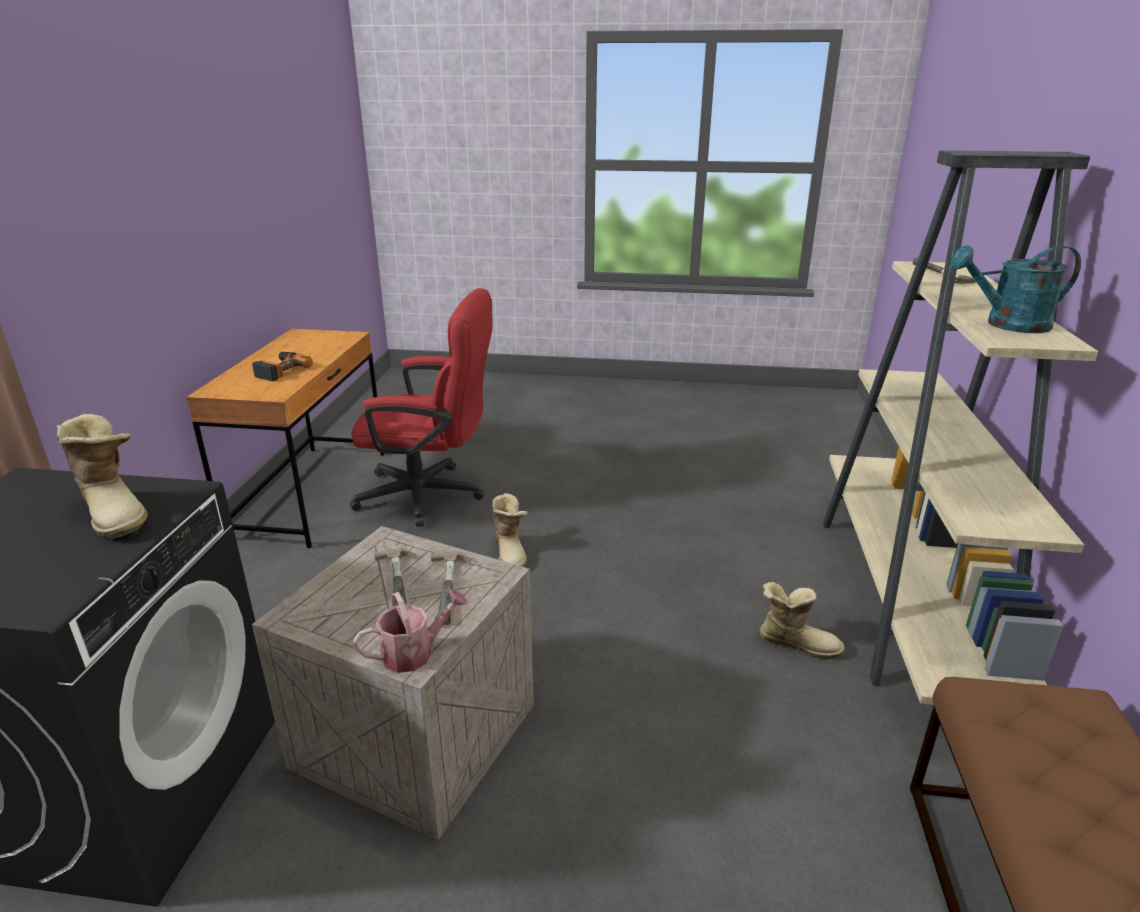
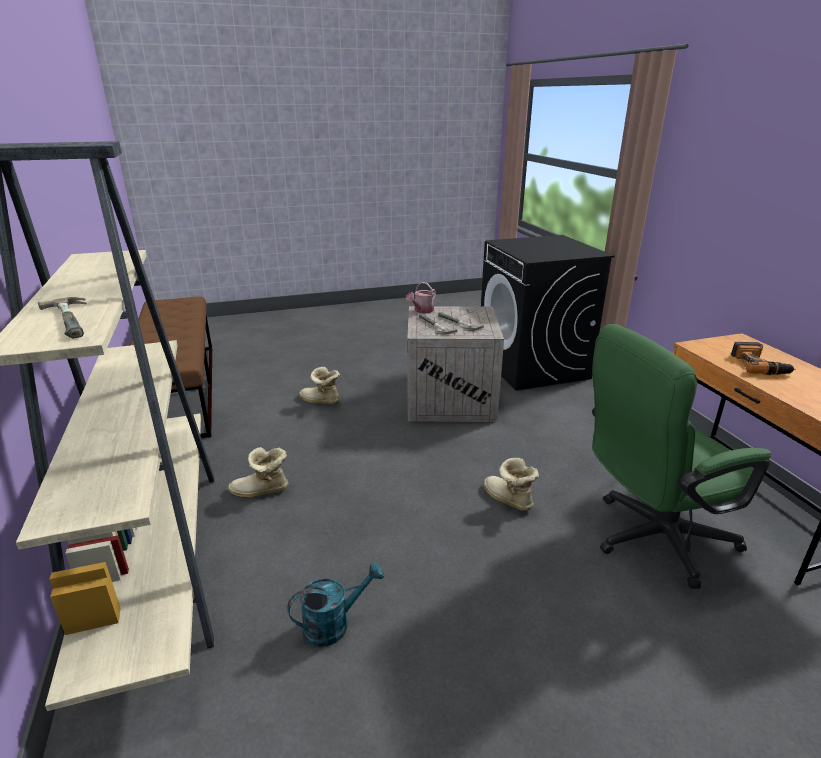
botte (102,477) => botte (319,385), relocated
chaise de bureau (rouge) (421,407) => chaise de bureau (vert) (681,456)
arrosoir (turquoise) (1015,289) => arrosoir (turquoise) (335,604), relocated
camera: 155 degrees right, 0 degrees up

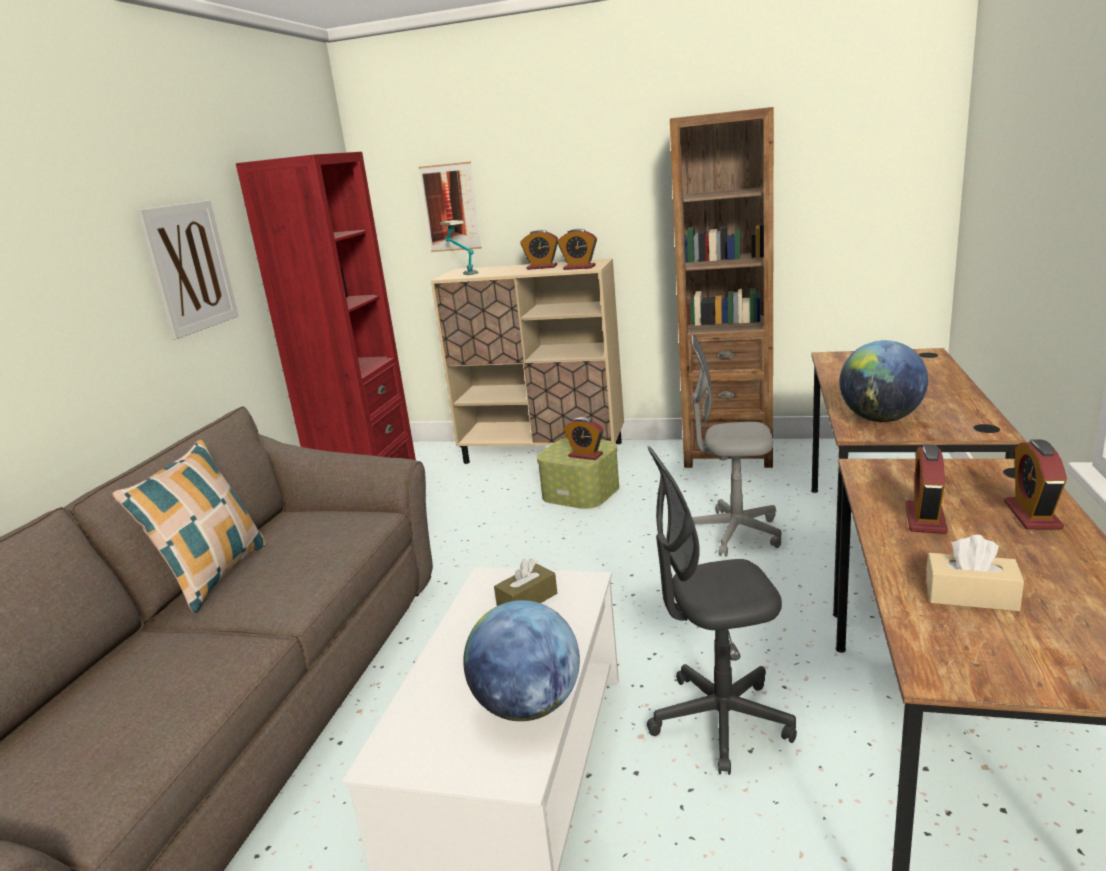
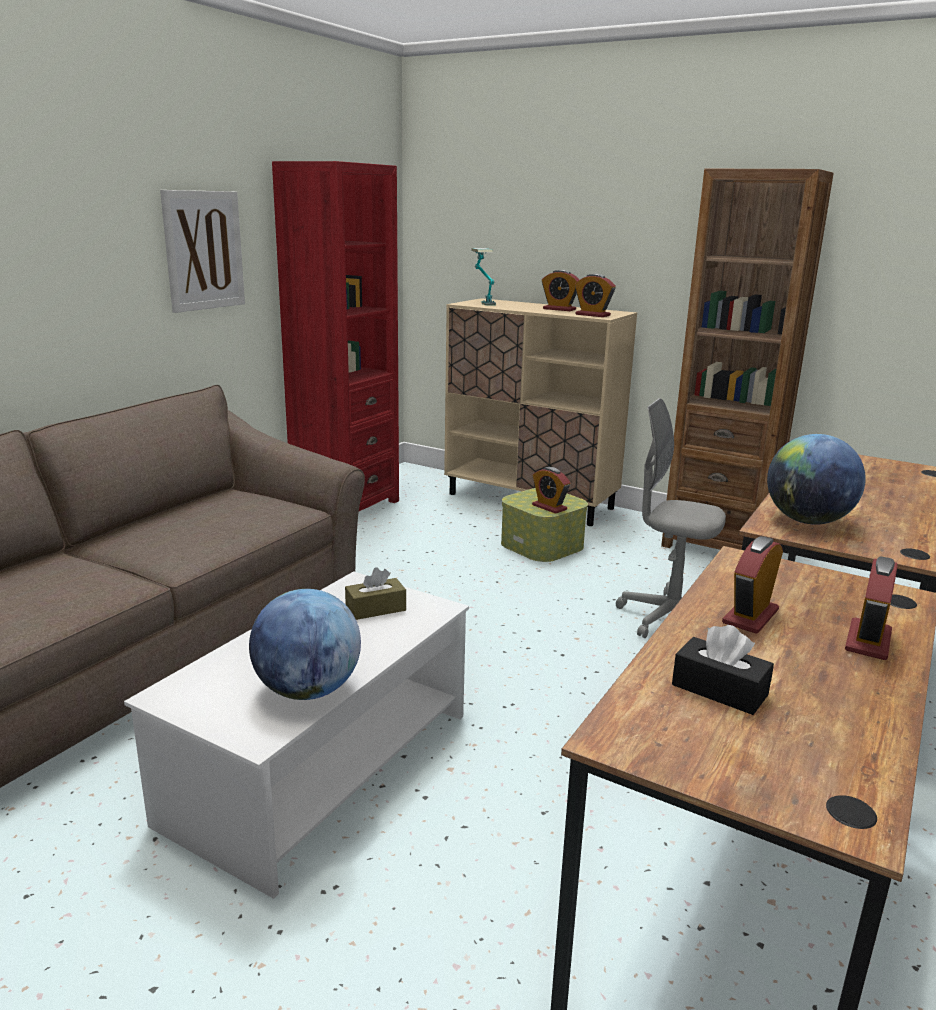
coussin (189,526) => nothing
tableau (450,207) => nothing
chaise de bureau (gris) (722,610) => nothing
boîte à mouchoirs (beige) (975,573) => boîte à mouchoirs (noir) (723,670)
camera: 15 degrees right, 0 degrees up

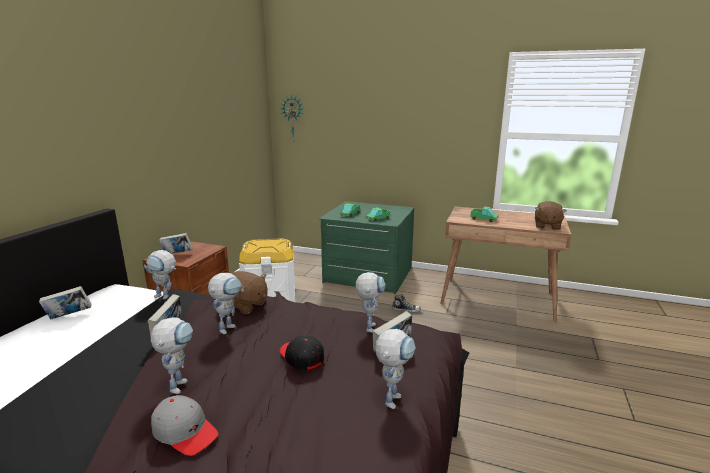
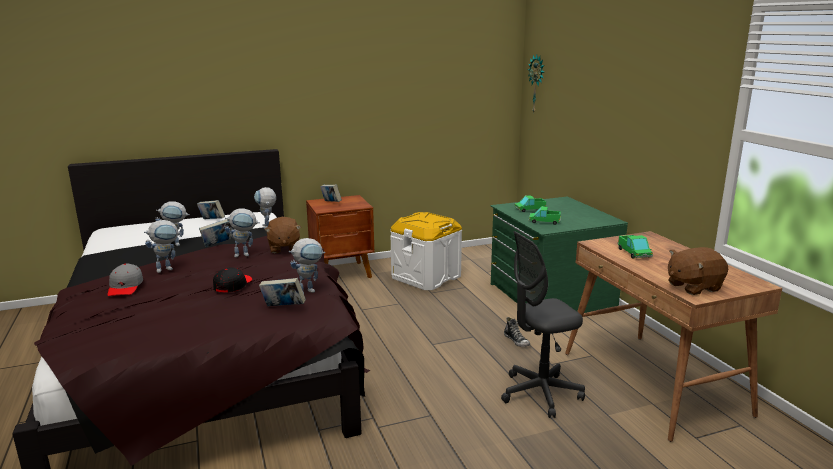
robot jouet (395,369) => robot jouet (173,223), relocated
nothing => chaise de bureau (gris) (543,324)
camera: 50 degrees right, 0 degrees up

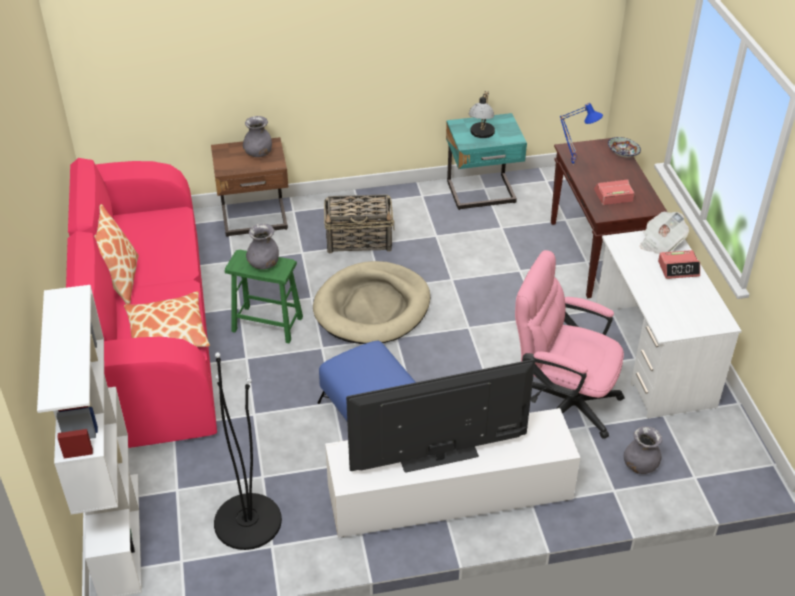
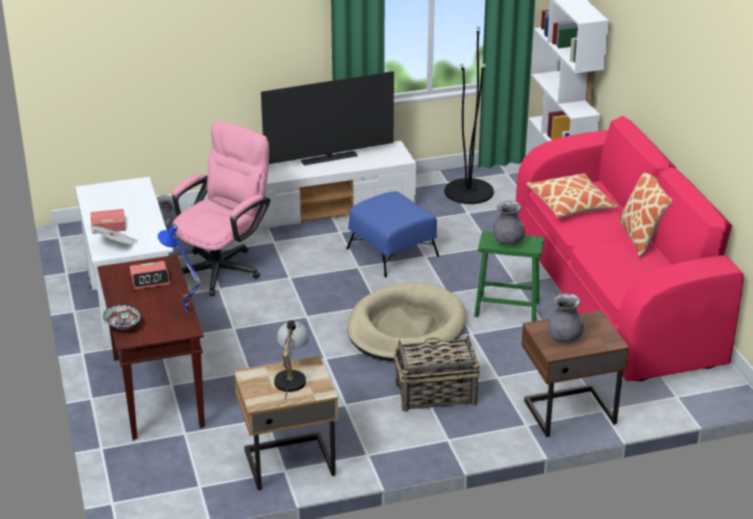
table de chevet (turquoise) (486,161) => table de chevet (beige) (286,423)
chaise de bureau (rose) (570,344) => chaise de bureau (rose) (221,208), 75 degrees counterclockwise
camera: 175 degrees right, 10 degrees down

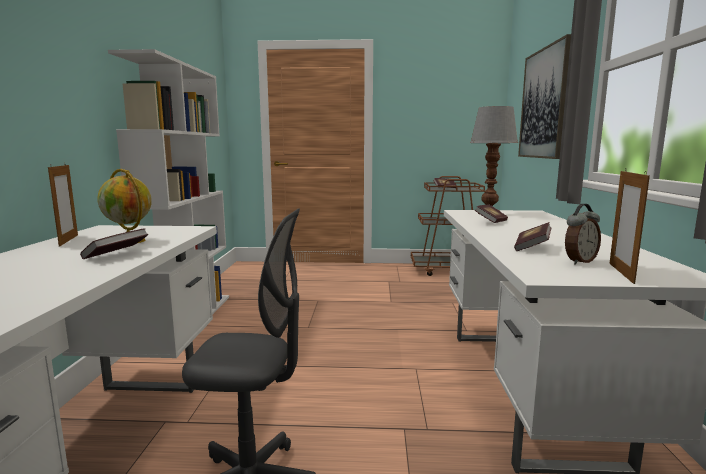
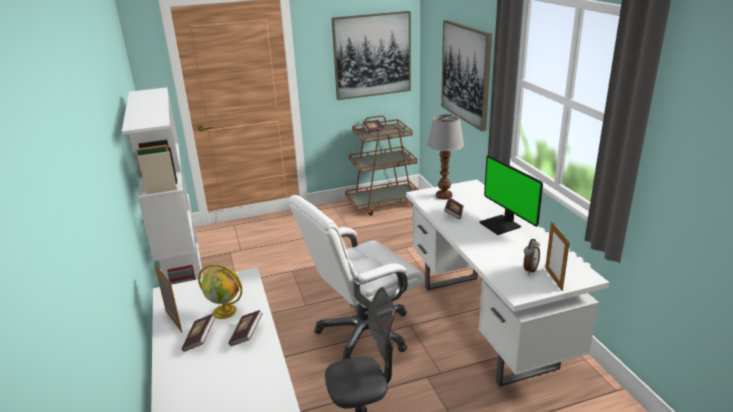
livre (532,236) => livre (198,333), relocated
nothing => chaise de bureau (blanc) (357,277)
nothing => tableau (371,55)
nothing => écran d'ordinateur (511,195)
camera: 20 degrees left, 15 degrees up

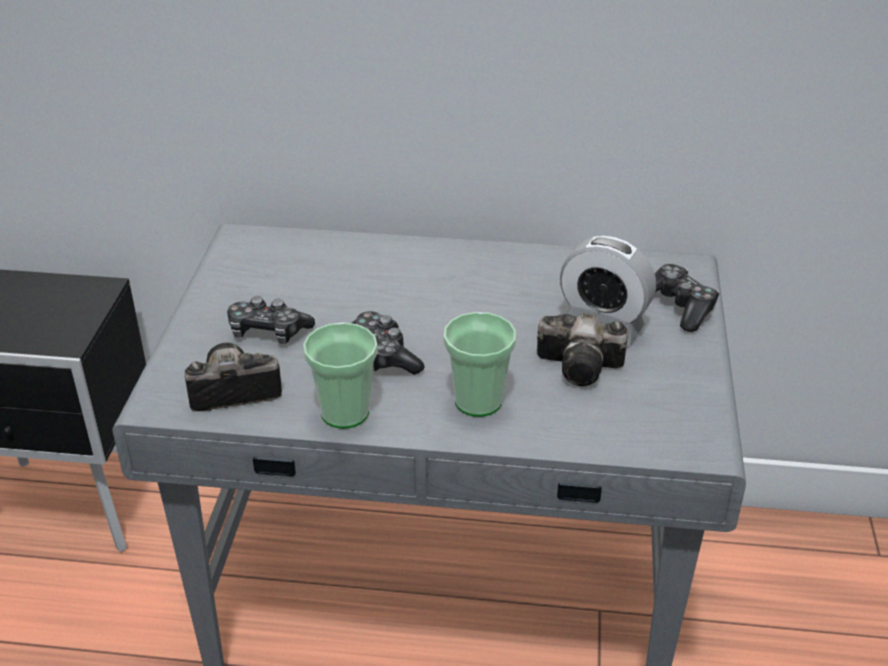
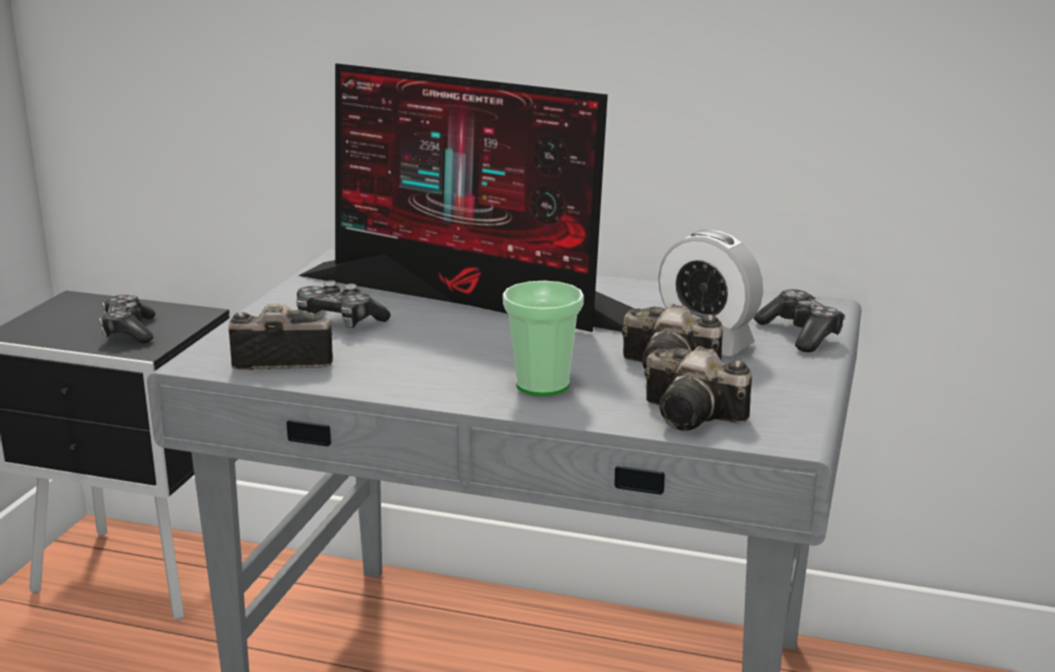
tasse (340,375) => nothing
manette (388,343) => manette (127,319), relocated
nothing => écran d'ordinateur (466,197)
nothing => appareil photo (698,388)
camera: 10 degrees right, 15 degrees down

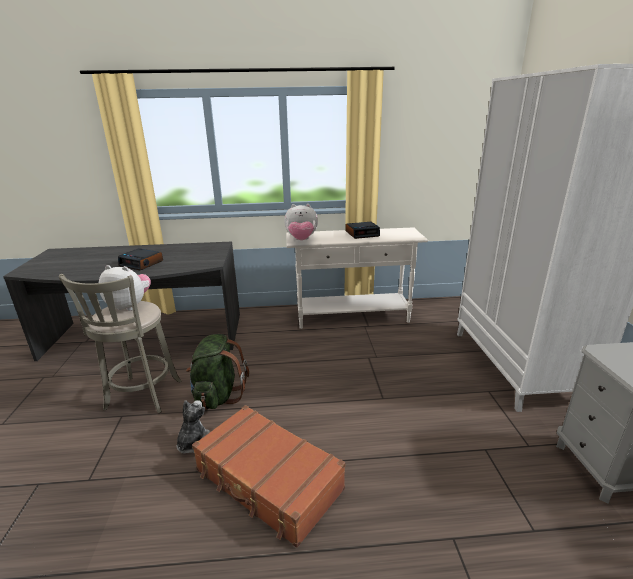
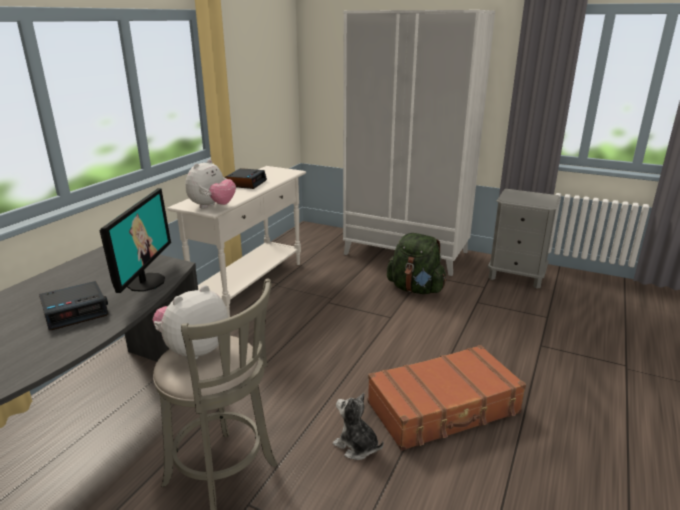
sac à dos (vert) (217,372) => sac à dos (vert) (416,263), relocated
nothing => écran d'ordinateur (135,240)
camera: 60 degrees left, 0 degrees up

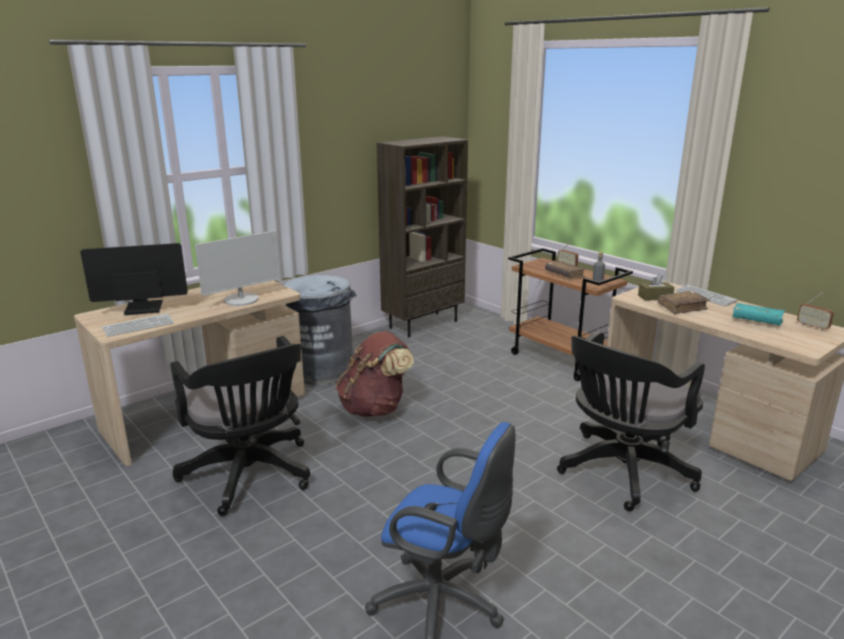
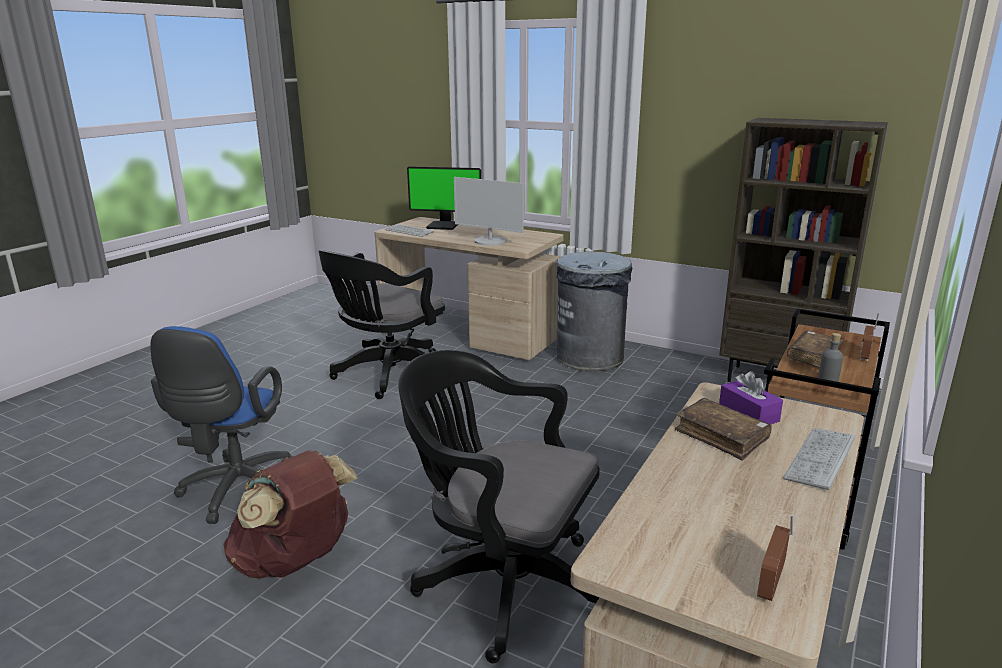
écran d'ordinateur (134,279) => écran d'ordinateur (444,198), 135 degrees clockwise
sac à dos (marron) (374,374) => sac à dos (marron) (290,515), relocated
boîte à mouchoirs (marron) (656,287) => boîte à mouchoirs (violet) (751,397)
livre (turquoise) (758,314) => nothing
camera: 70 degrees right, 0 degrees up

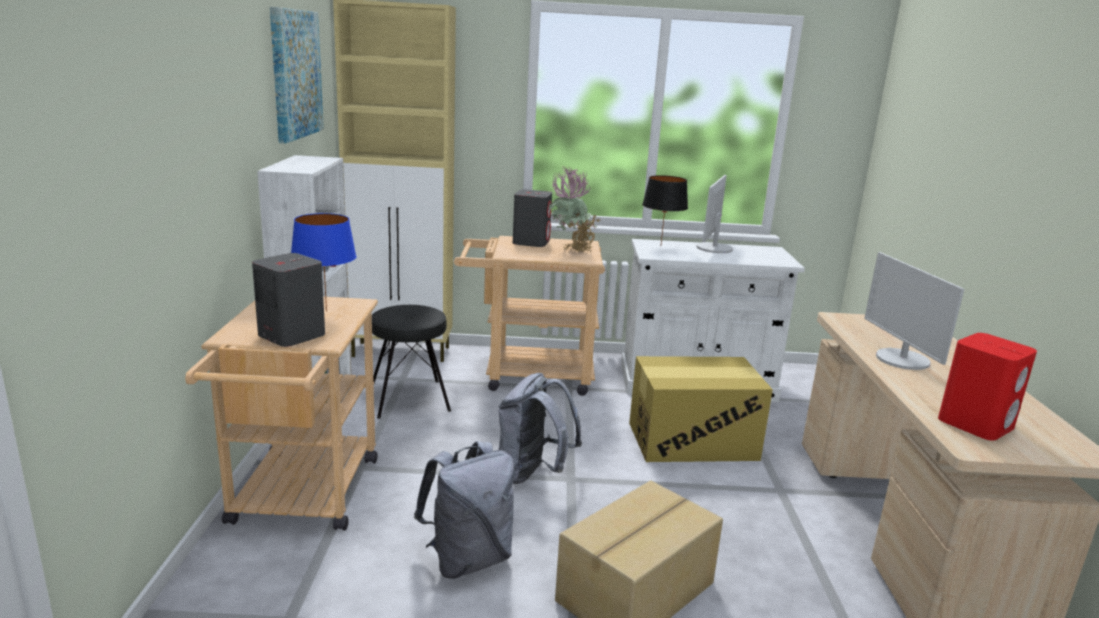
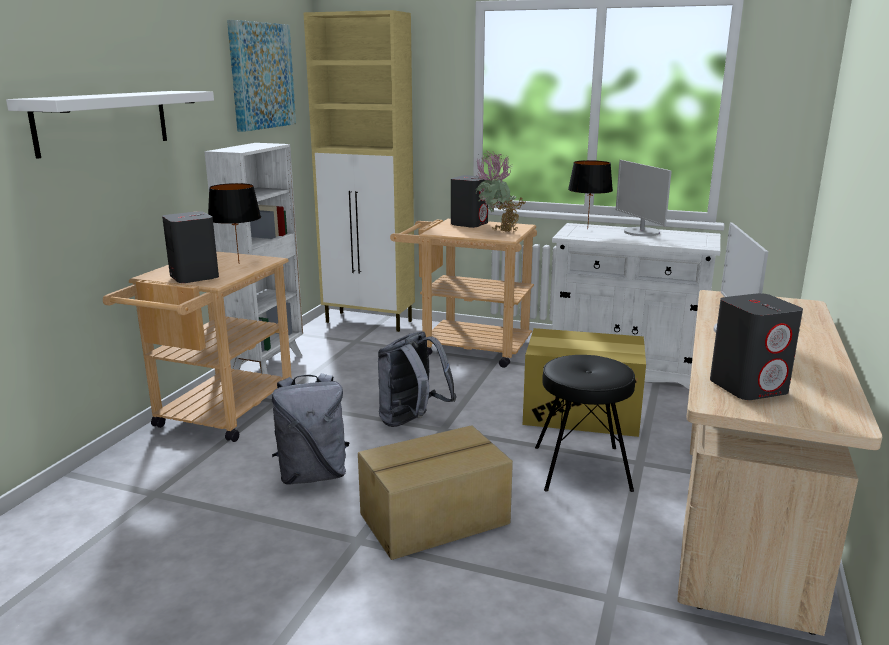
lampe de table (bleu) (324,262) => lampe de table (noir) (234,222)
tabouret (noir) (411,362) => tabouret (noir) (585,423), relocated
écran d'ordinateur (715,214) => écran d'ordinateur (644,198), 60 degrees counterclockwise
enceinte (rouge) (987,387) => enceinte (gris) (756,346)
nothing => étagère (blanc) (110,125)
camera: 20 degrees right, 0 degrees up

